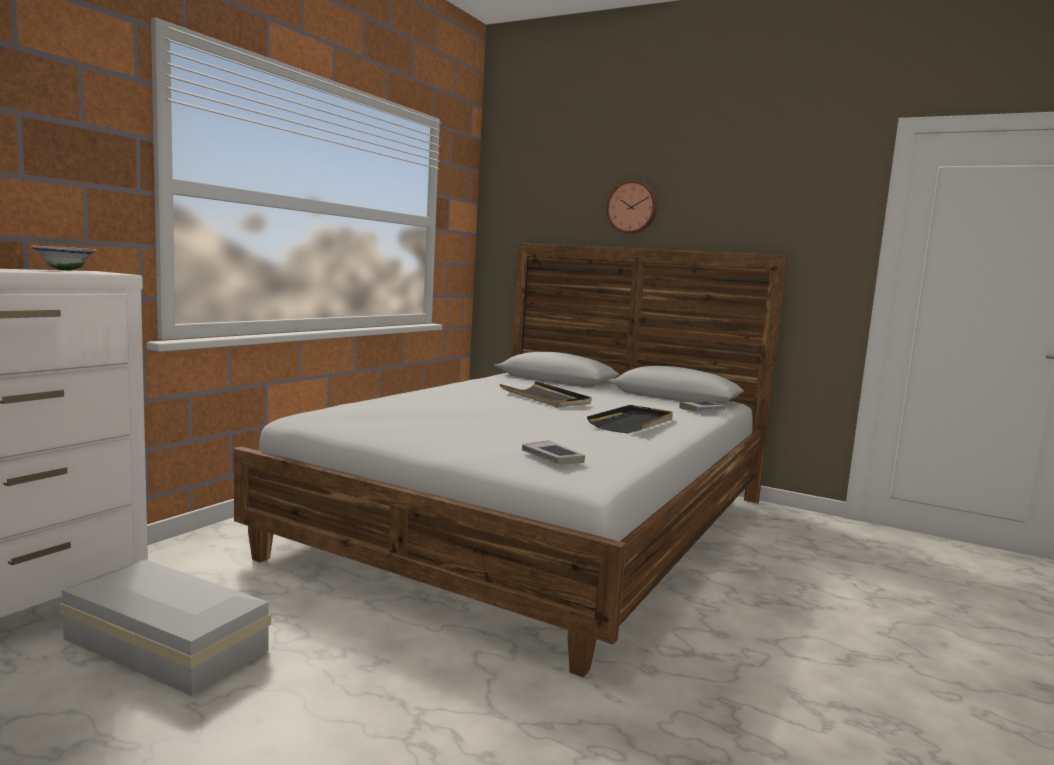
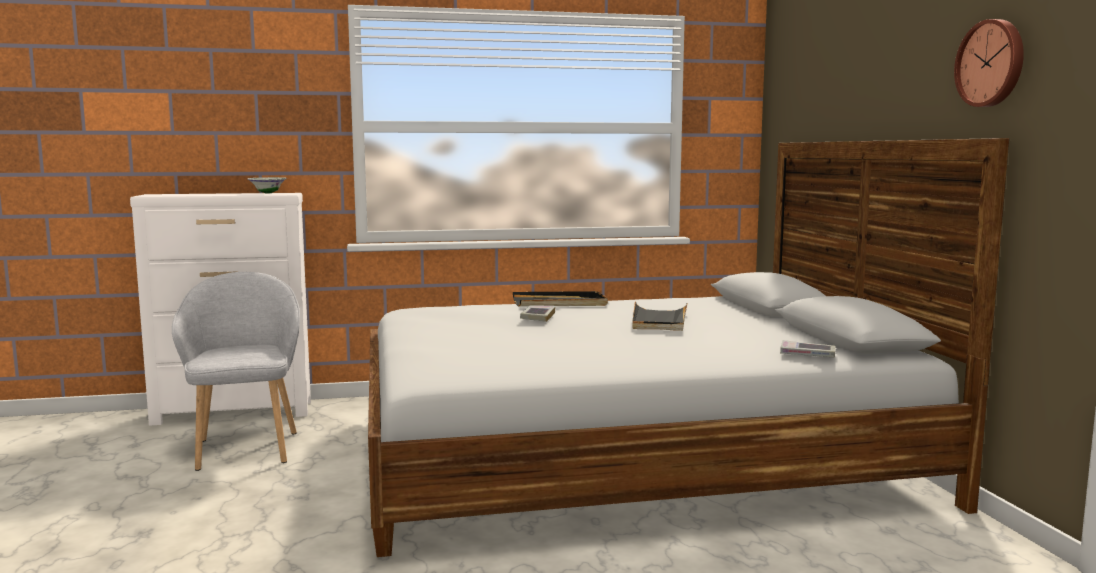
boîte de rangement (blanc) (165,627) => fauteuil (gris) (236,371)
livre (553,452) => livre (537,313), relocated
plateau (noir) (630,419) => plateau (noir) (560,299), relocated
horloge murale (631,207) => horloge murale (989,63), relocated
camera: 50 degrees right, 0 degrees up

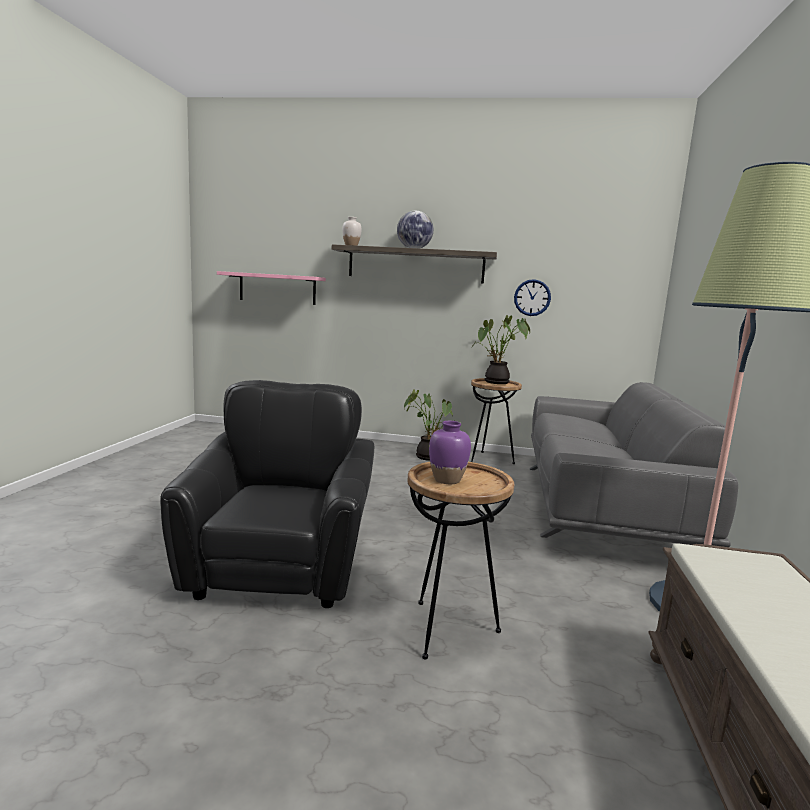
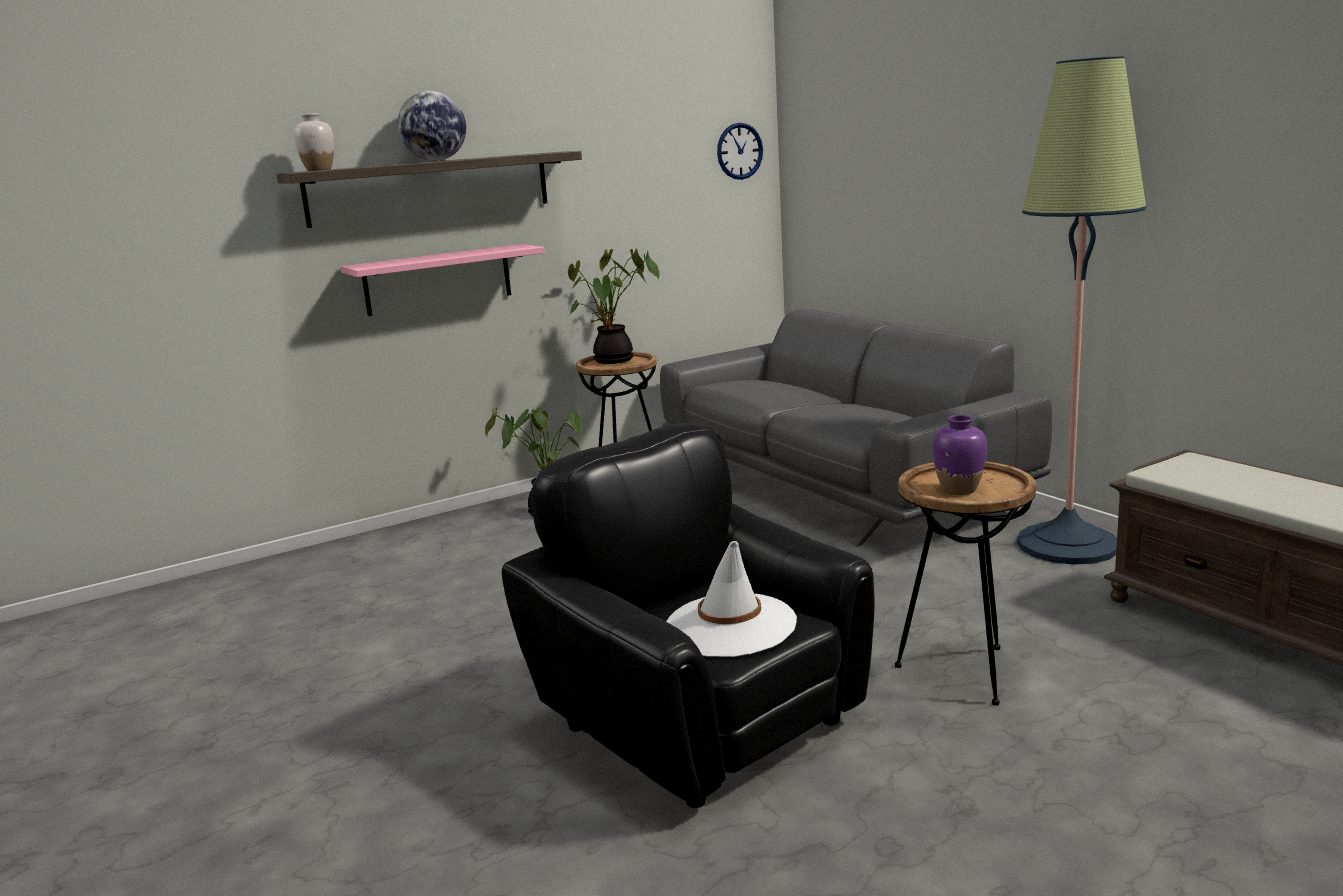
étagère (rose) (271,288) => étagère (rose) (442,280), relocated
horloge murale (532,297) => horloge murale (740,151), relocated
nothing => chapeau (blanc) (731,599)
camera: 40 degrees left, 5 degrees up

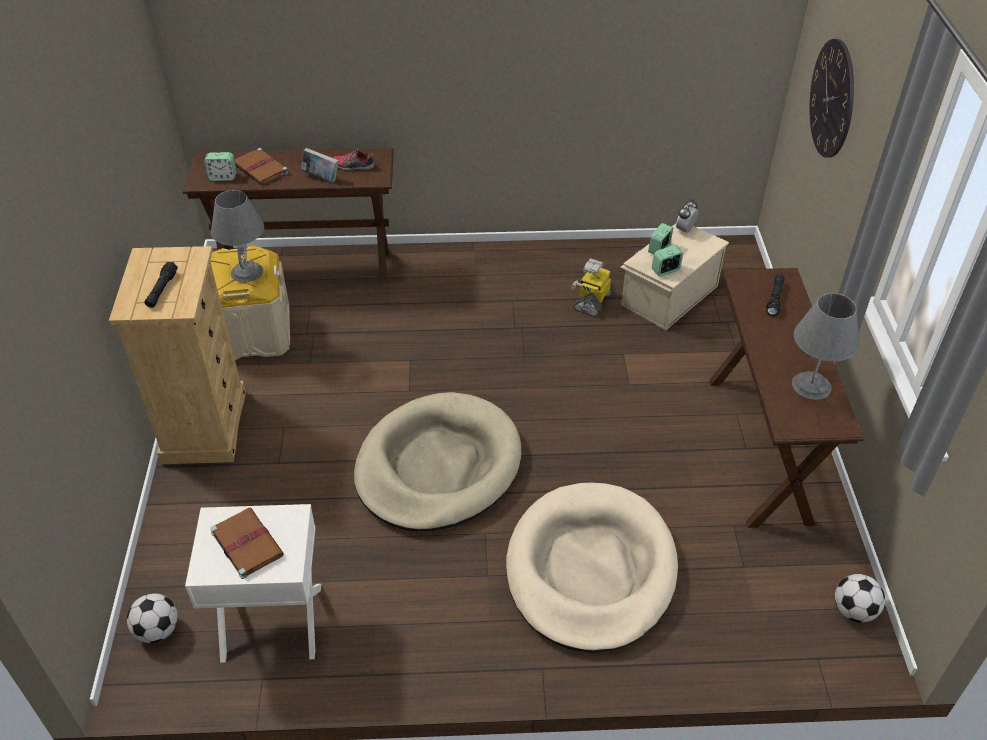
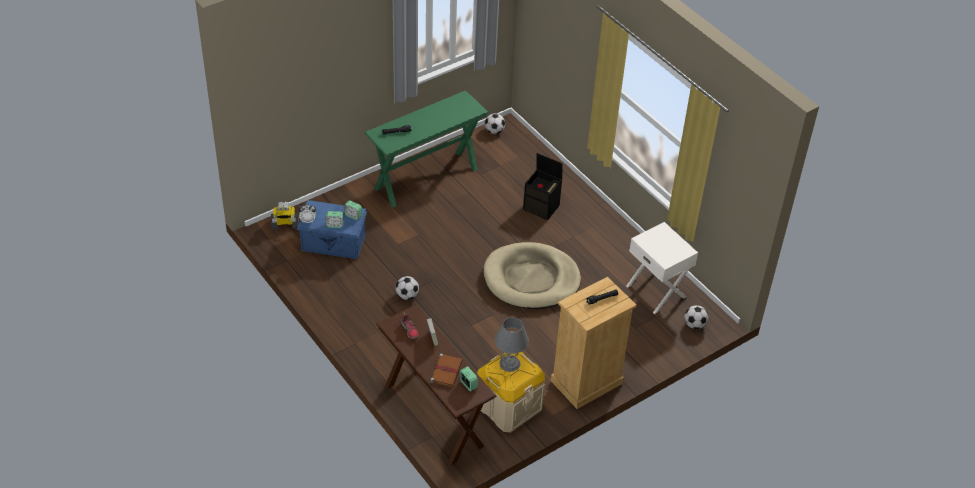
livre (marron) (247,543) => nothing
panier pour chien (beige) (592,567) => boîte de rangement (noir) (543,186)
robot jouet (593,287) => robot jouet (285,216), relocated
boîte de rangement (beige) (675,277) => boîte de rangement (bleu) (332,229)
table console (marron) (786,398) => table console (vert) (427,149)
lampe de table (gris) (825,346) => nothing
horloge murale (832,98) => nothing
nothing => ballon de foot (407,288)
camera: 125 degrees left, 0 degrees up

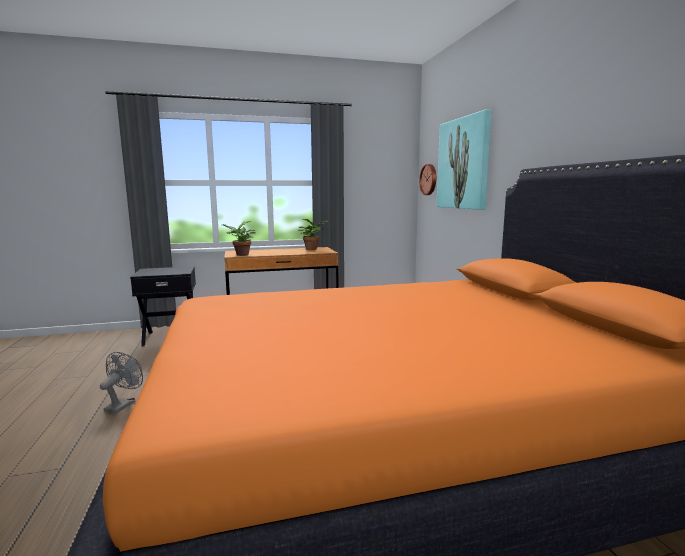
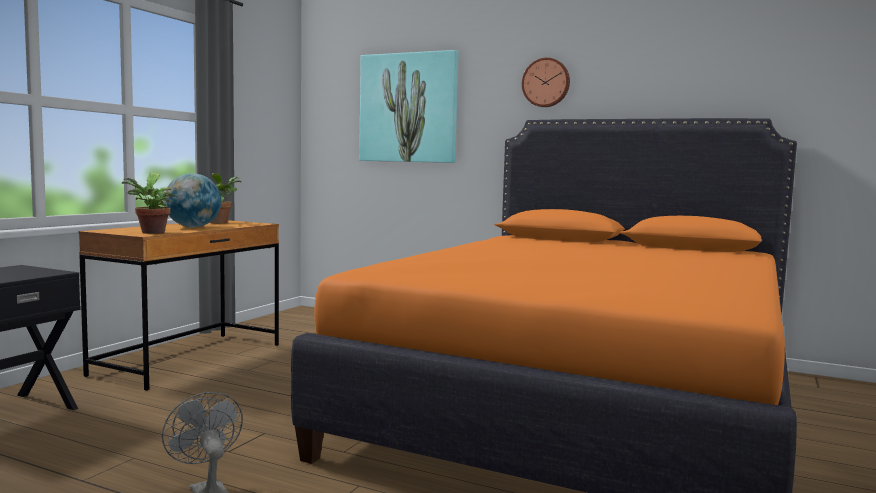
horloge murale (427,179) => horloge murale (546,82), relocated
nothing => globe (192,200)
camera: 50 degrees left, 5 degrees down

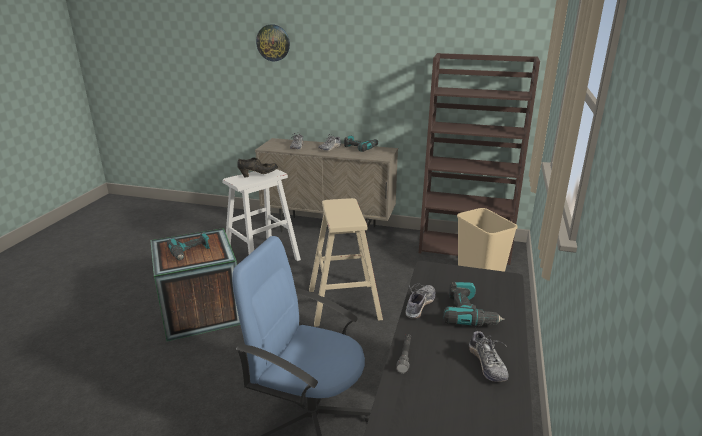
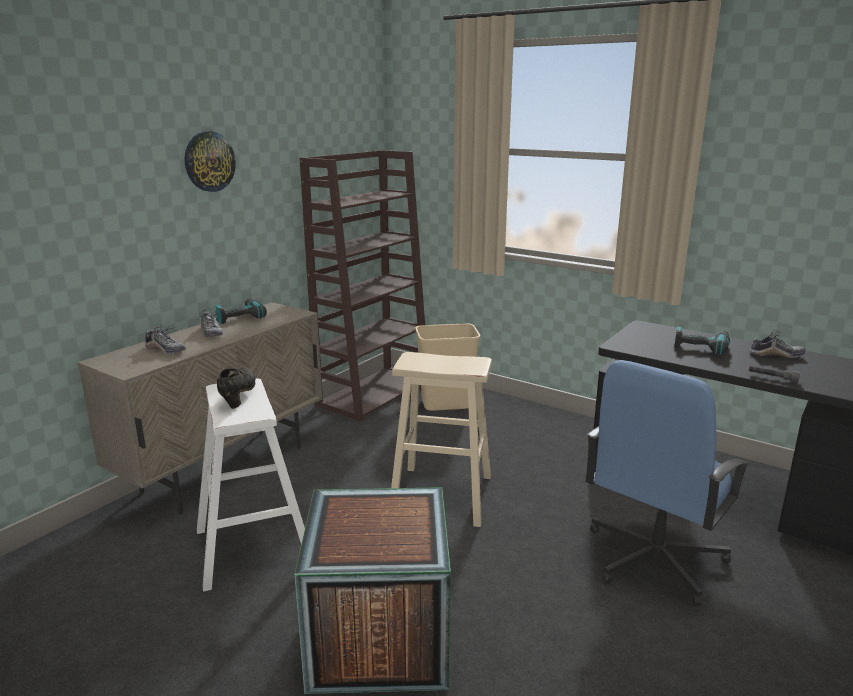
perceuse (188,246) => nothing
horloge murale (273,42) => horloge murale (210,161), relocated
chaussure (420,301) => nothing
camera: 70 degrees left, 5 degrees down

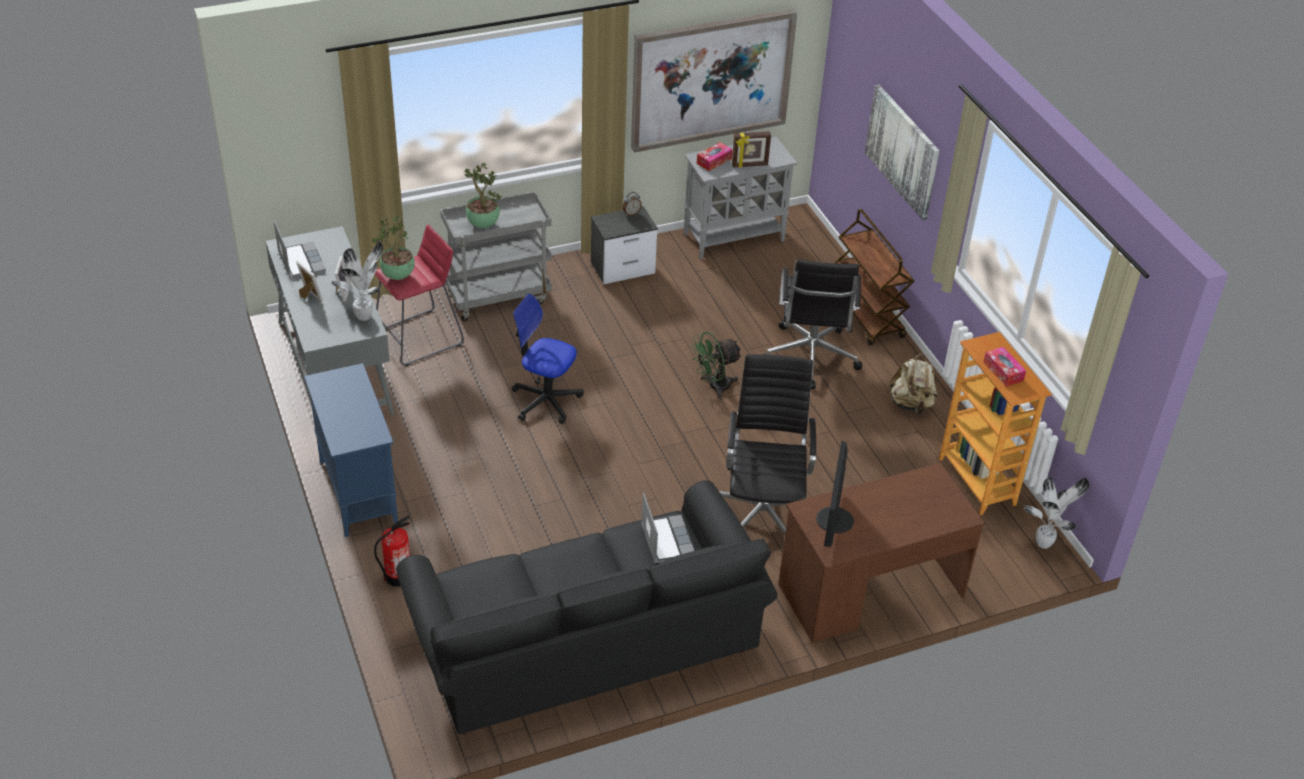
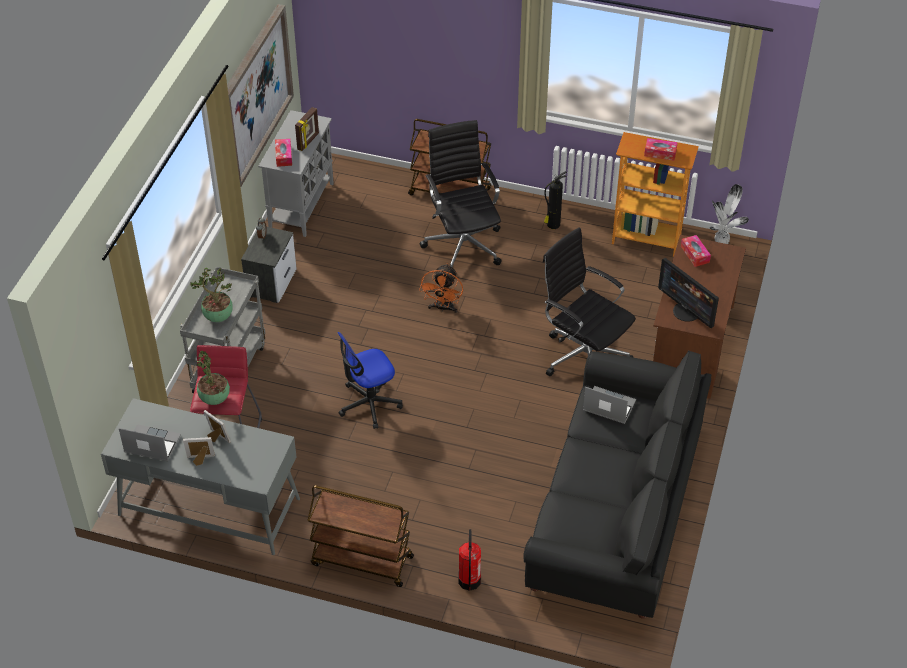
meuble de rangement (bleu) (351,450) => chariot (marron) (360,536)
plante en pot (357,281) => nothing
ventilateur (vert) (716,365) => ventilateur (orange) (441,288)
chaise de bureau (noir) (813,324) => chaise de bureau (noir) (460,194), 150 degrees counterclockwise
tableau (902,152) => nothing
sac à dos (beige) (912,384) => extincteur (555,200)
nothing => boîte à mouchoirs (696,251)
camera: 50 degrees left, 5 degrees up

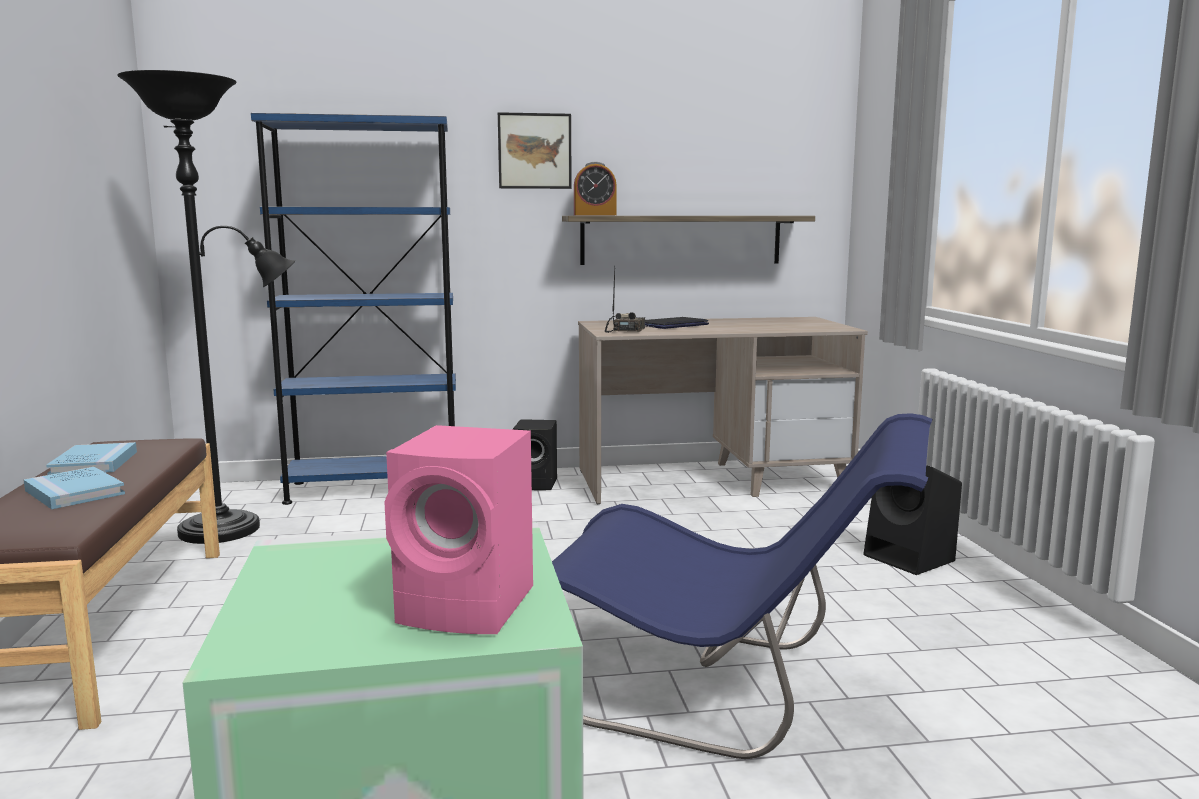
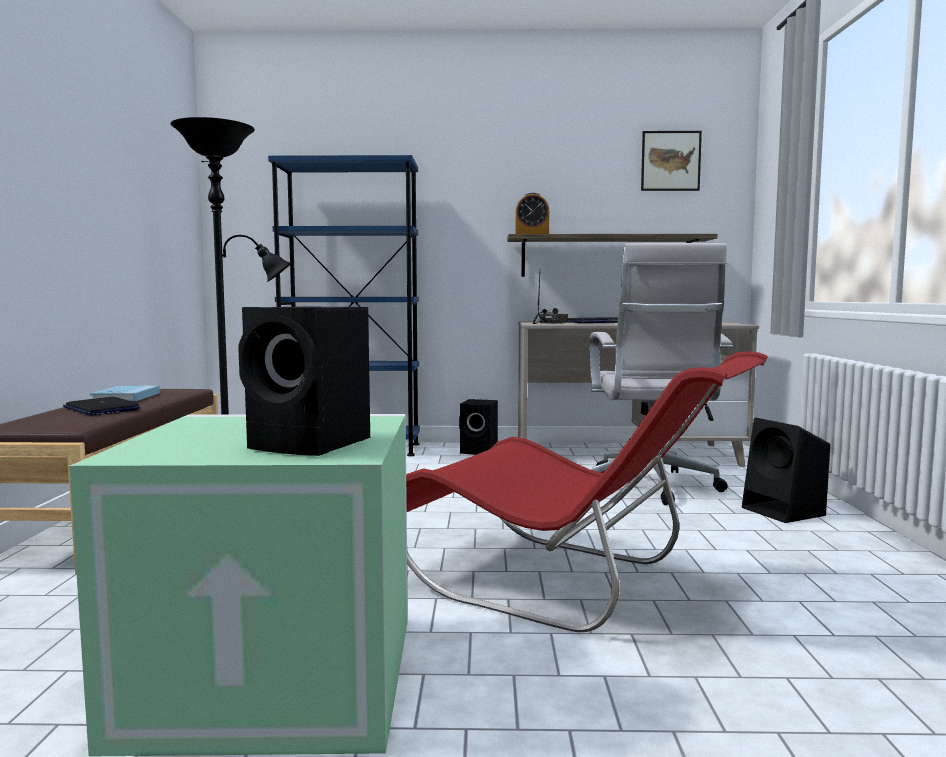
livre (bleu) (74,488) => ordinateur portable (102,406)
enceinte (rose) (458,529) => enceinte (noir) (304,381)
tableau (535,150) => tableau (671,161), relocated
chaise (bleu) (742,586) => chaise (rouge) (587,491)
nothing => chaise de bureau (blanc) (661,374)
camera: 10 degrees right, 5 degrees down

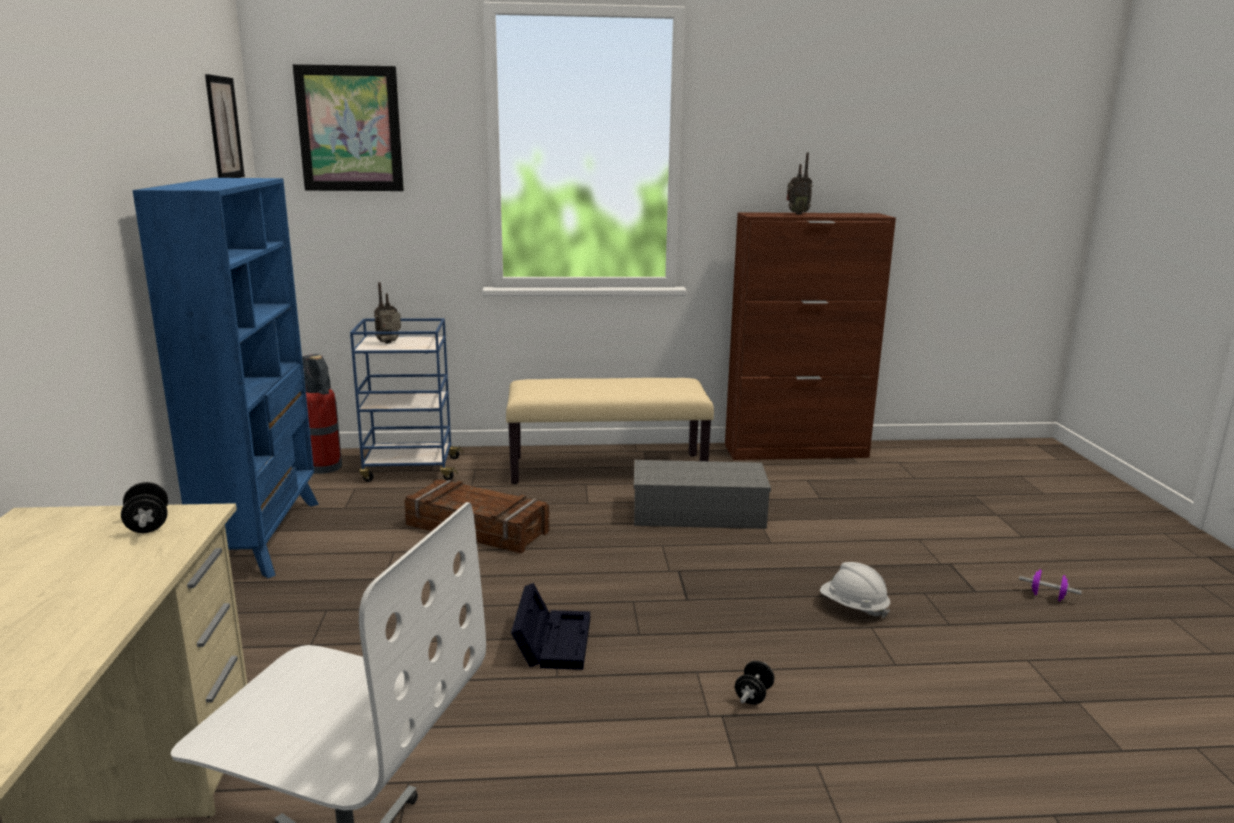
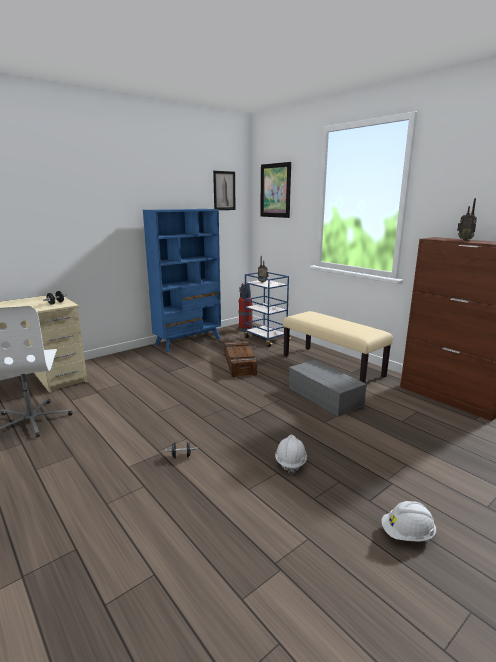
boîte de rangement (noir) (550,626) => nothing
haltère (violet) (1050,585) => casque de chantier (blanc) (408,521)
camera: 55 degrees right, 0 degrees up

